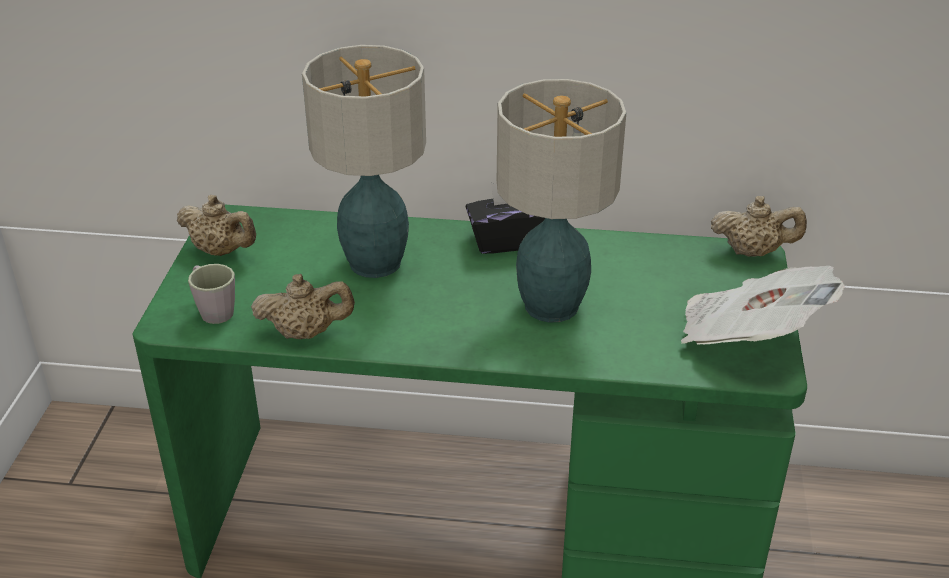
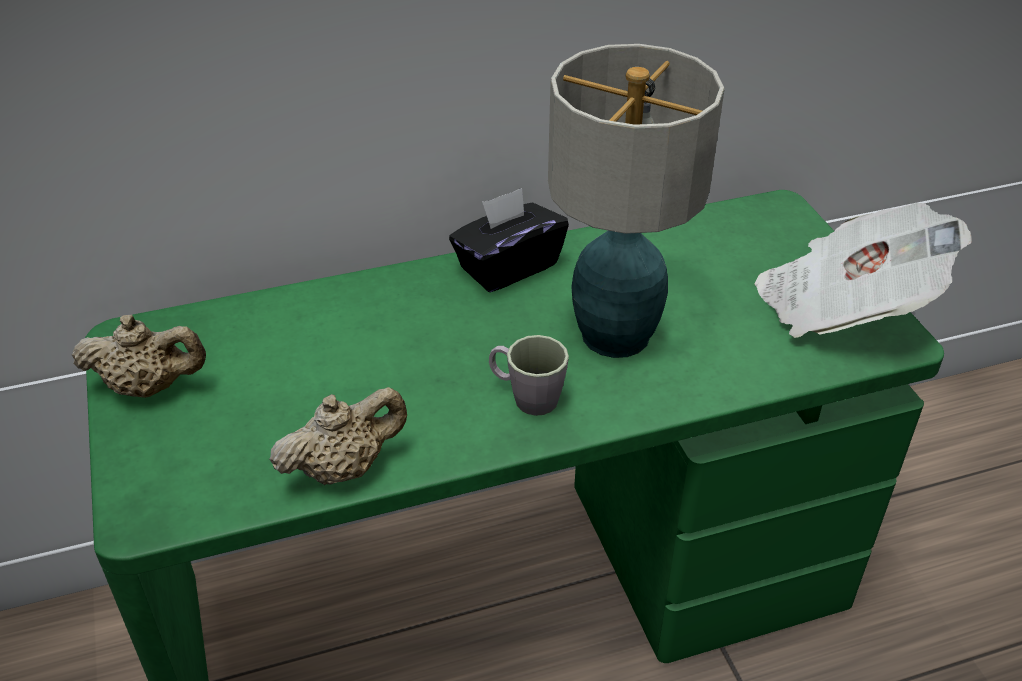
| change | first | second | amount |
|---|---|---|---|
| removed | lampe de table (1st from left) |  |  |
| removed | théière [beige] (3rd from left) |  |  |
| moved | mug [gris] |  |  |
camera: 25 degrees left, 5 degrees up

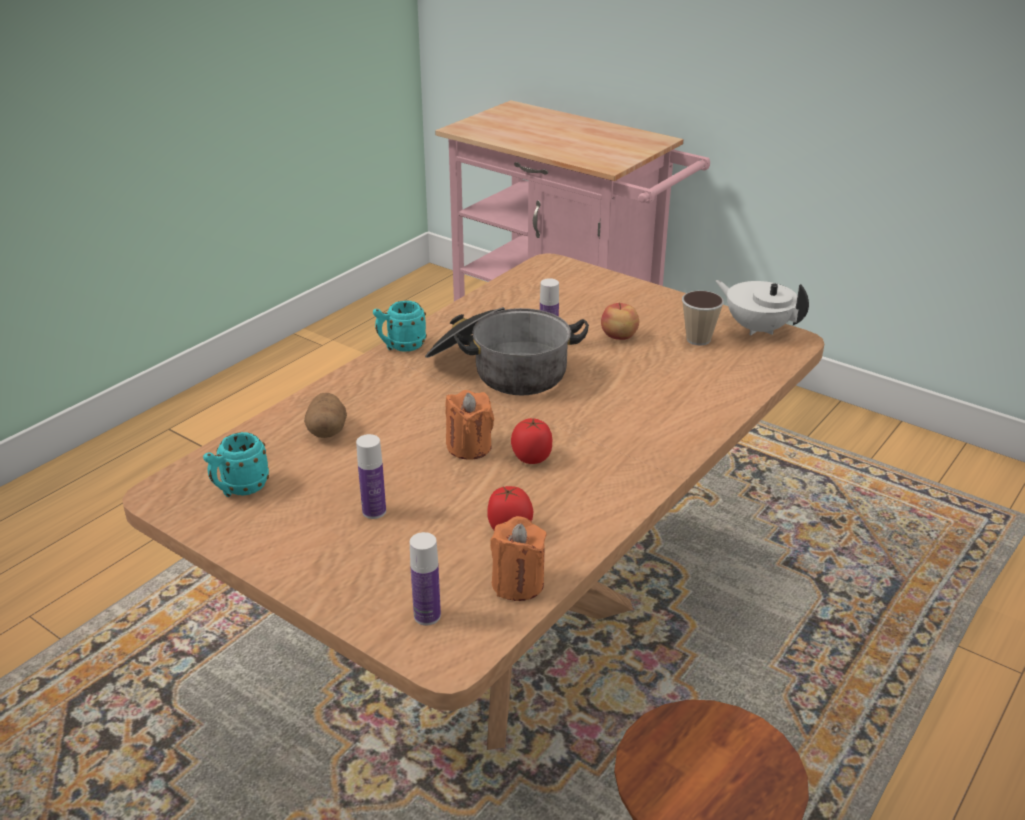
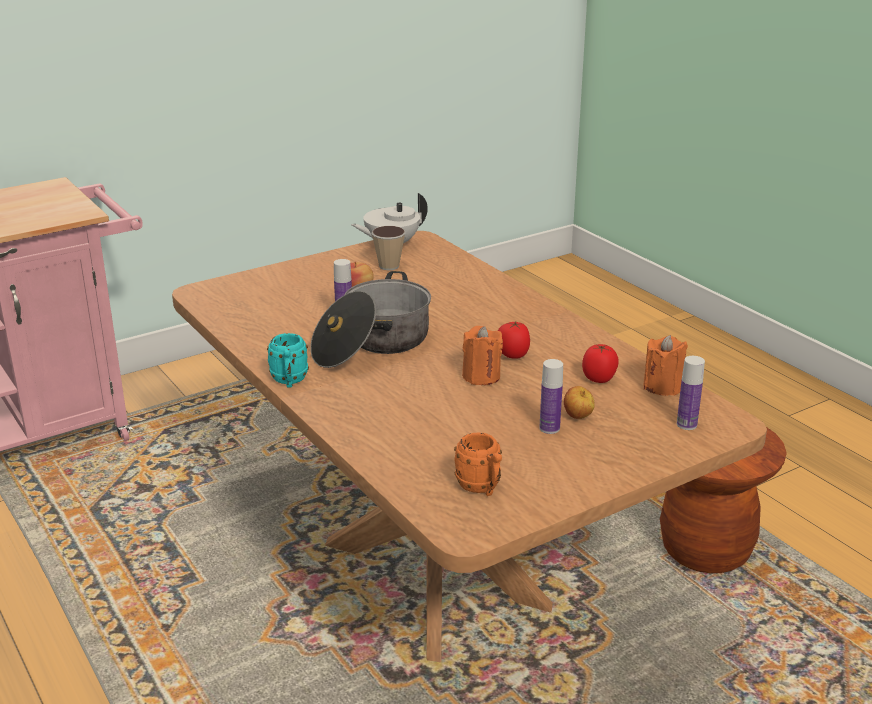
| change | first | second | amount |
|---|---|---|---|
| removed | pomme de terre |  |  |
| recoloured | mug [turquoise] (1st from left) | mug [orange] |  |
| added |  | pomme (2nd from left) |  |
camera: 70 degrees left, 5 degrees down

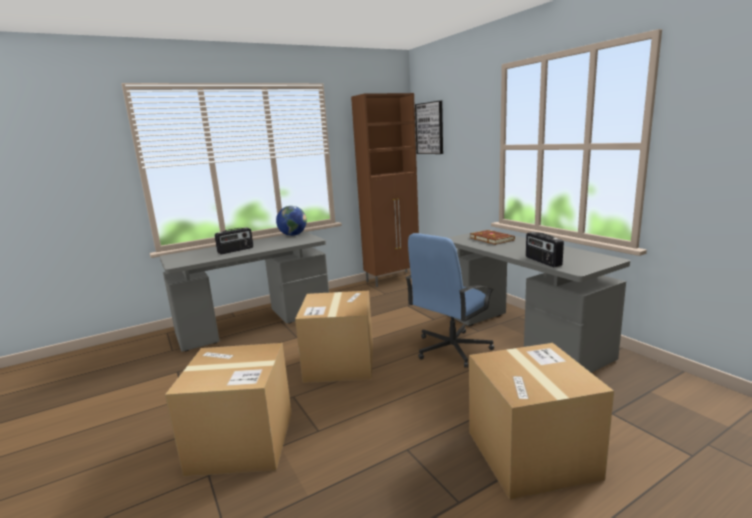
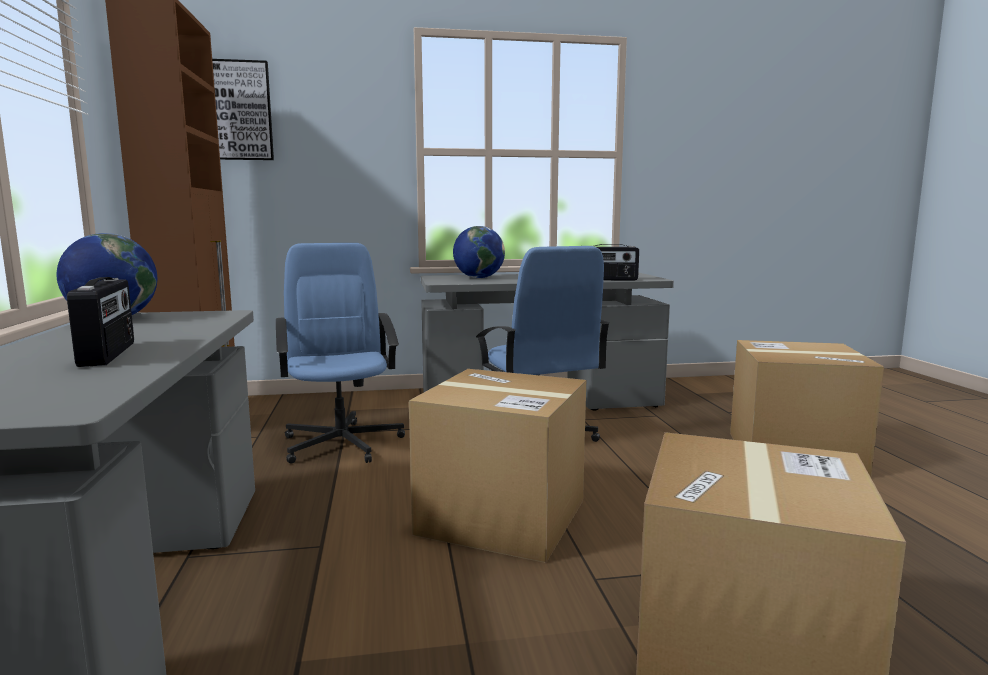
| change | first | second | amount |
|---|---|---|---|
| replaced | livre [marron] | globe (2nd from left) |  |
| added |  | chaise de bureau [bleu] (1st from left) |  |
camera: 70 degrees left, 5 degrees down

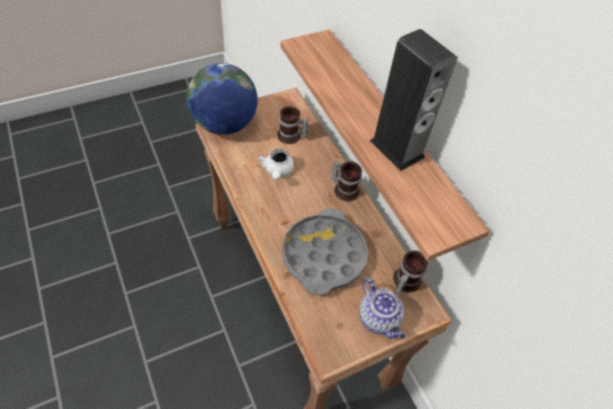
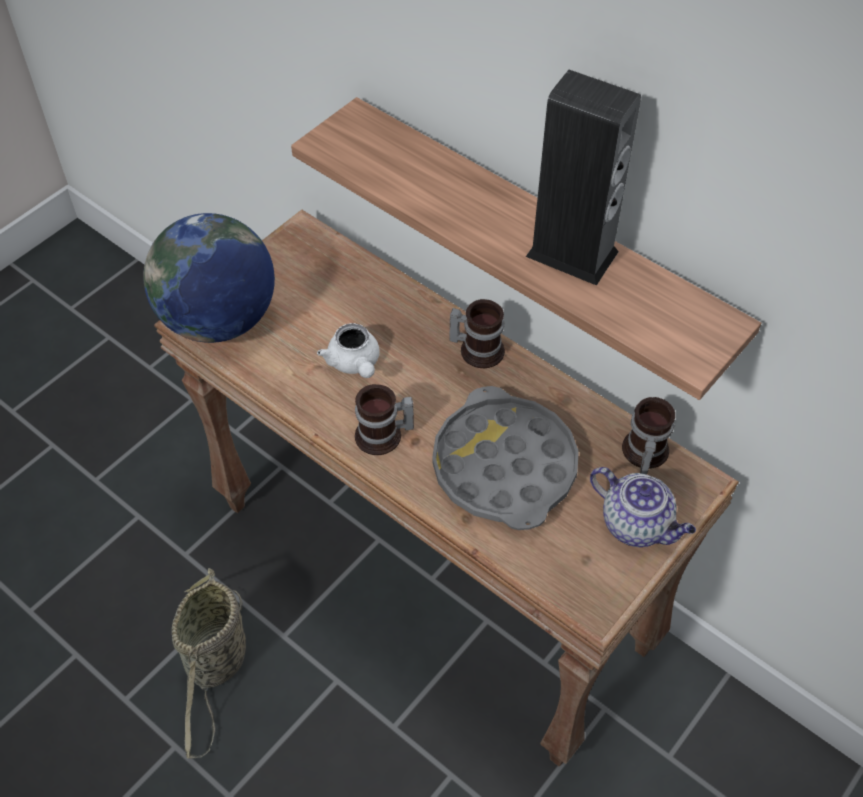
| change | first | second | amount |
|---|---|---|---|
| moved | mug (1st from left) |  |  |
| added |  | panier |  |
camera: 20 degrees left, 0 degrees up

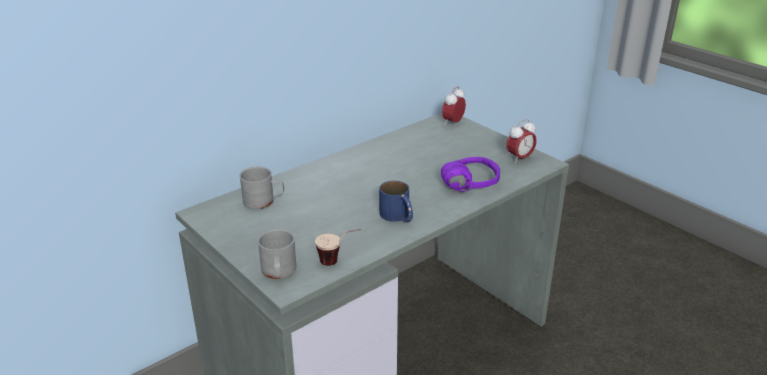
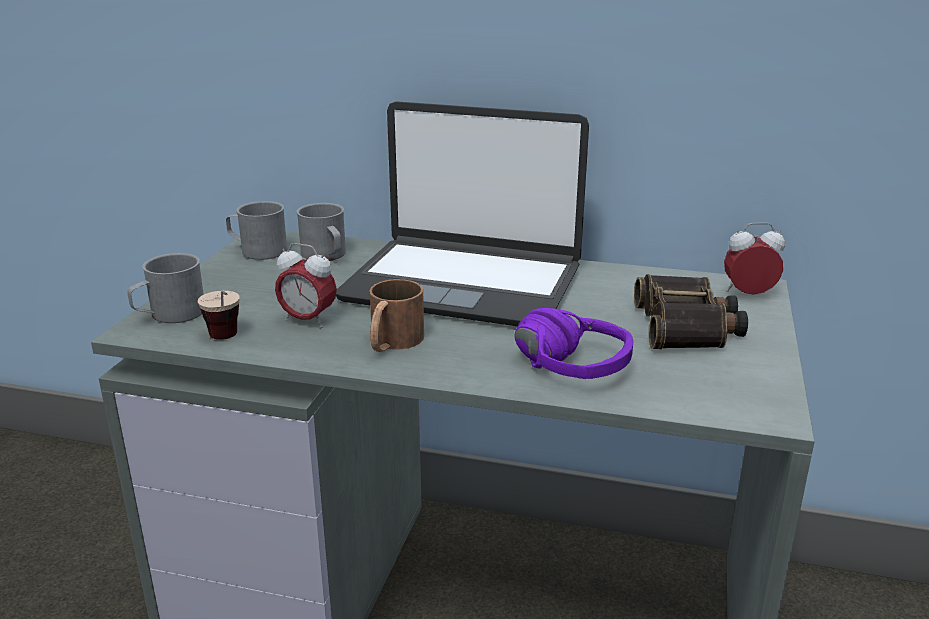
| change | first | second | amount |
|---|---|---|---|
| moved | réveil (2nd from left in the first image) | réveil (1st from left) |  |
| recoloured | mug [bleu] | mug [marron] |  |
| added |  | ordinateur portable |  |
| added |  | mug [gris] (2nd from left) |  |
| added |  | jumelles |  |
camera: 55 degrees right, 5 degrees down

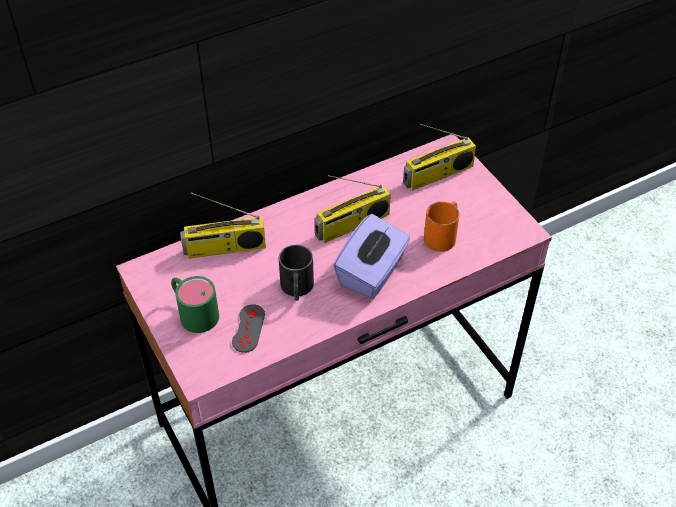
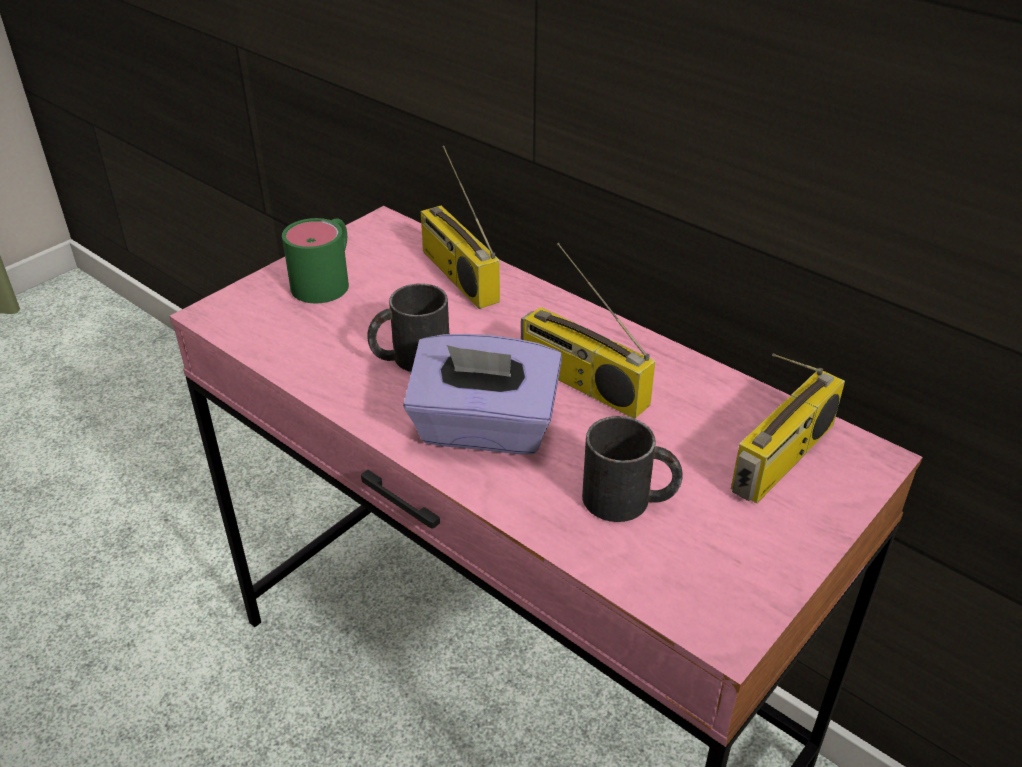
| change | first | second | amount |
|---|---|---|---|
| turned | radio (3rd from left) |  | 90 degrees counterclockwise |
| recoloured | mug [orange] | mug [noir] (2nd from left) |  |
| removed | manette [gris] |  |  |
camera: 70 degrees right, 10 degrees down

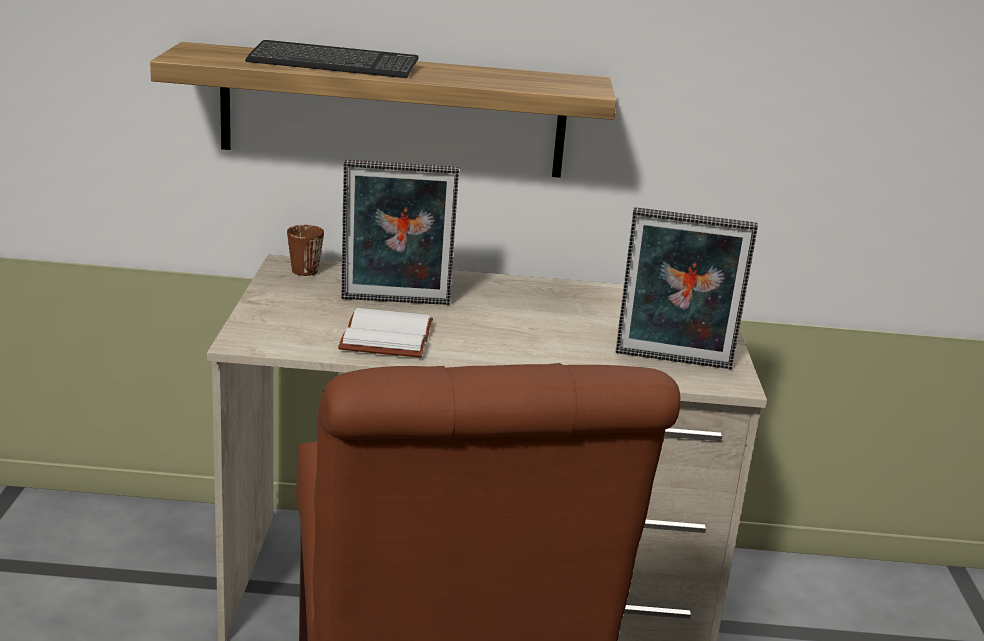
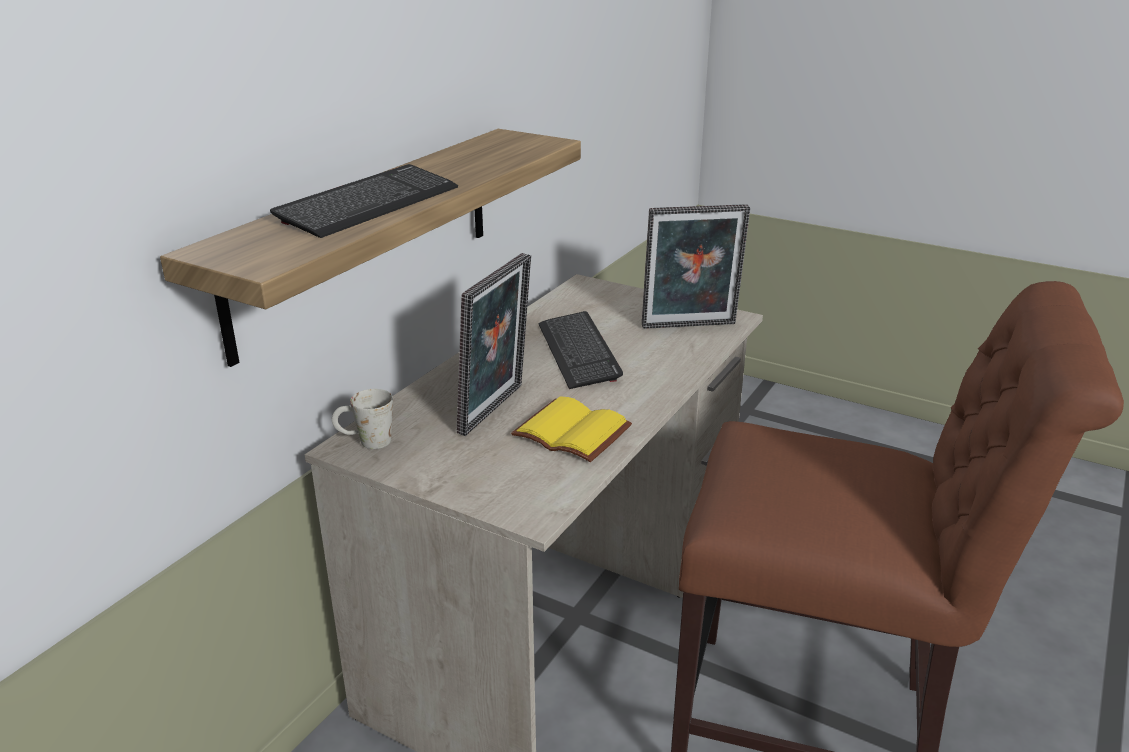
| change | first | second | amount |
|---|---|---|---|
| turned | cadre photo (2nd from left) |  | 45 degrees clockwise |
| recoloured | mug [marron] | mug [blanc] |  |
| recoloured | livre [blanc] | livre [jaune] |  |
| added |  | clavier (2nd from left) |  |
camera: 60 degrees left, 5 degrees up

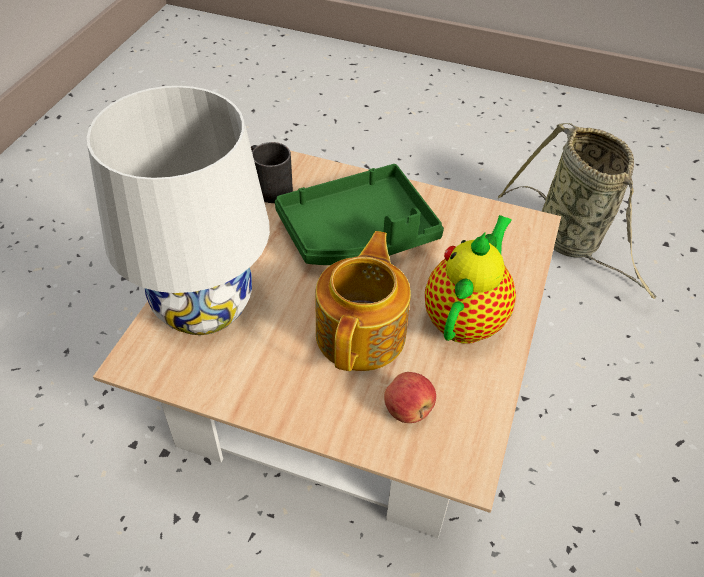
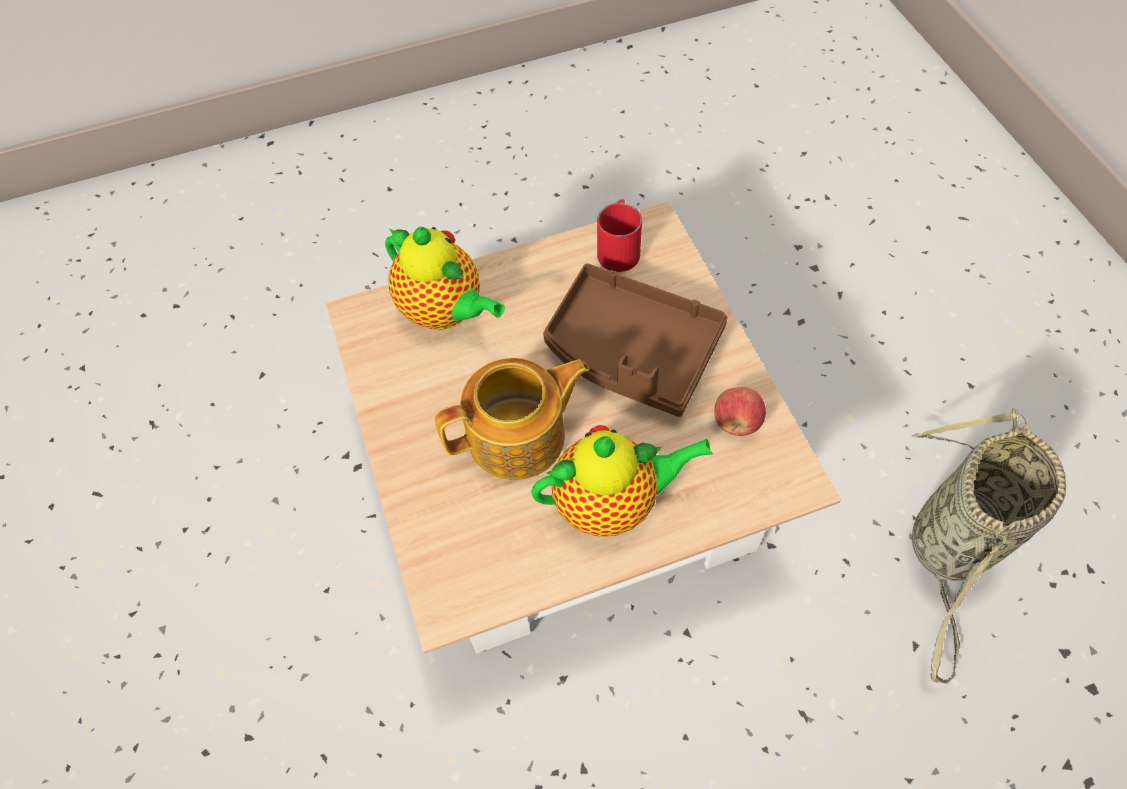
| change | first | second | amount |
|---|---|---|---|
| replaced | lampe de table [blanc] | théière (1st from left) |  |
| recoloured | mug [noir] | mug [rouge] |  |
| recoloured | plateau [vert] | plateau [marron] |  |
| moved | pomme |  |  |
camera: 55 degrees right, 10 degrees up

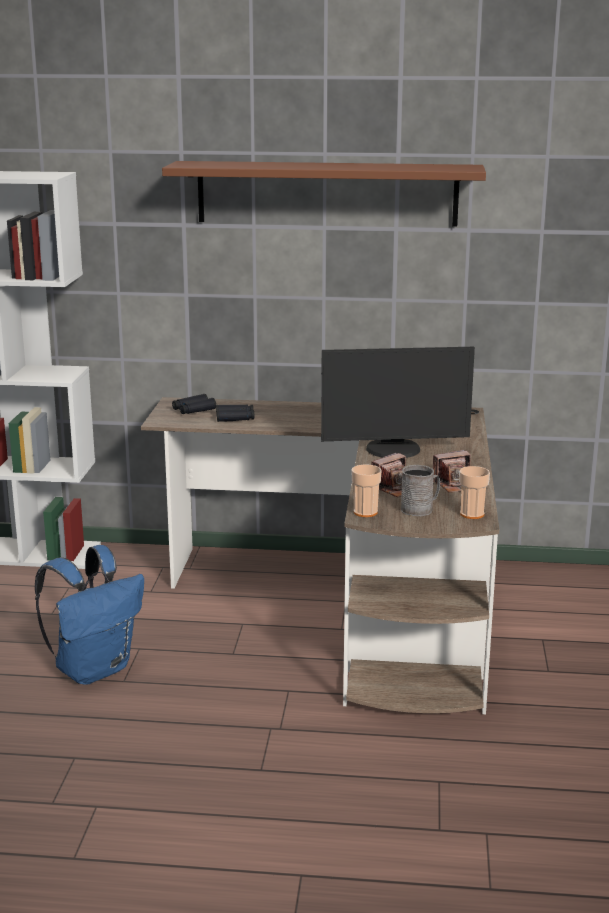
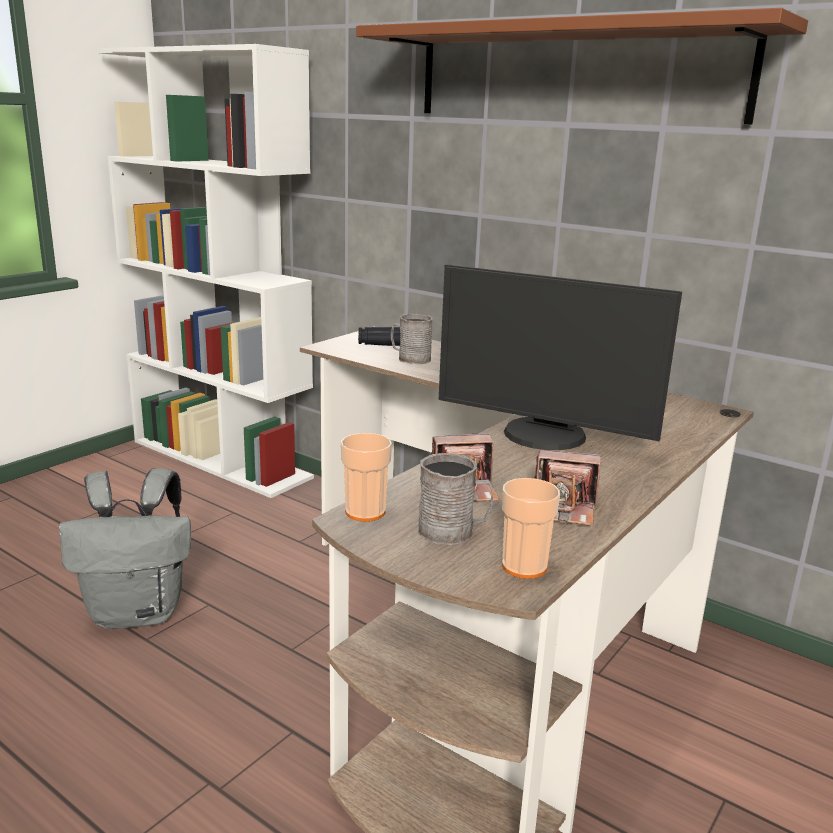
| change | first | second | amount |
|---|---|---|---|
| replaced | jumelles [noir] (2nd from left) | mug [gris] (1st from left) |  |
| recoloured | sac à dos [bleu] | sac à dos [gris] |  |
camera: 30 degrees right, 0 degrees up

